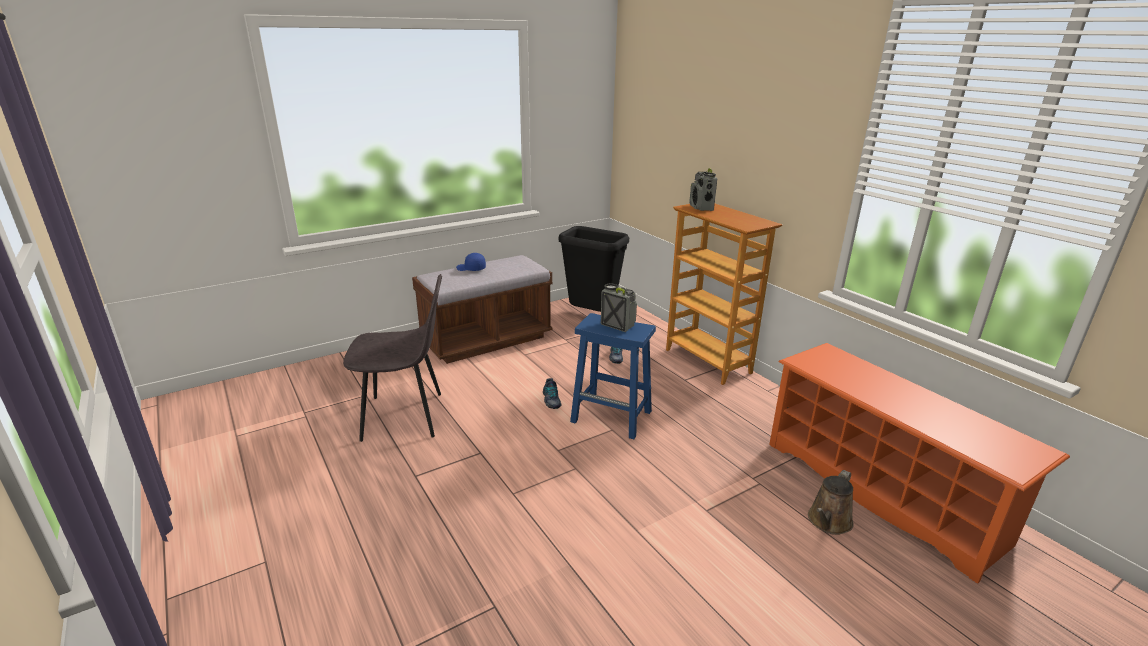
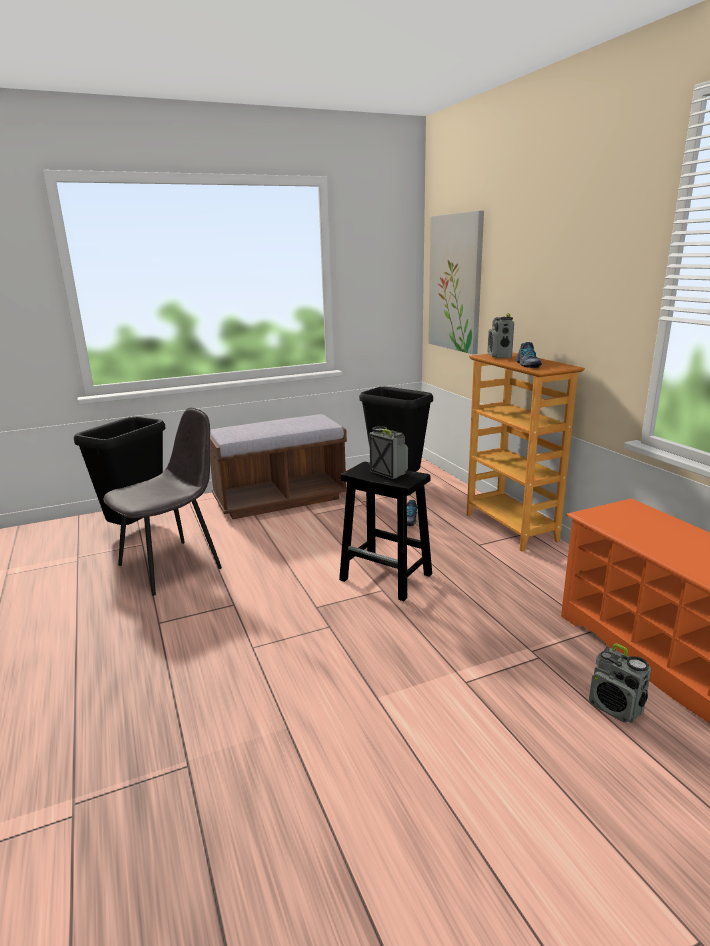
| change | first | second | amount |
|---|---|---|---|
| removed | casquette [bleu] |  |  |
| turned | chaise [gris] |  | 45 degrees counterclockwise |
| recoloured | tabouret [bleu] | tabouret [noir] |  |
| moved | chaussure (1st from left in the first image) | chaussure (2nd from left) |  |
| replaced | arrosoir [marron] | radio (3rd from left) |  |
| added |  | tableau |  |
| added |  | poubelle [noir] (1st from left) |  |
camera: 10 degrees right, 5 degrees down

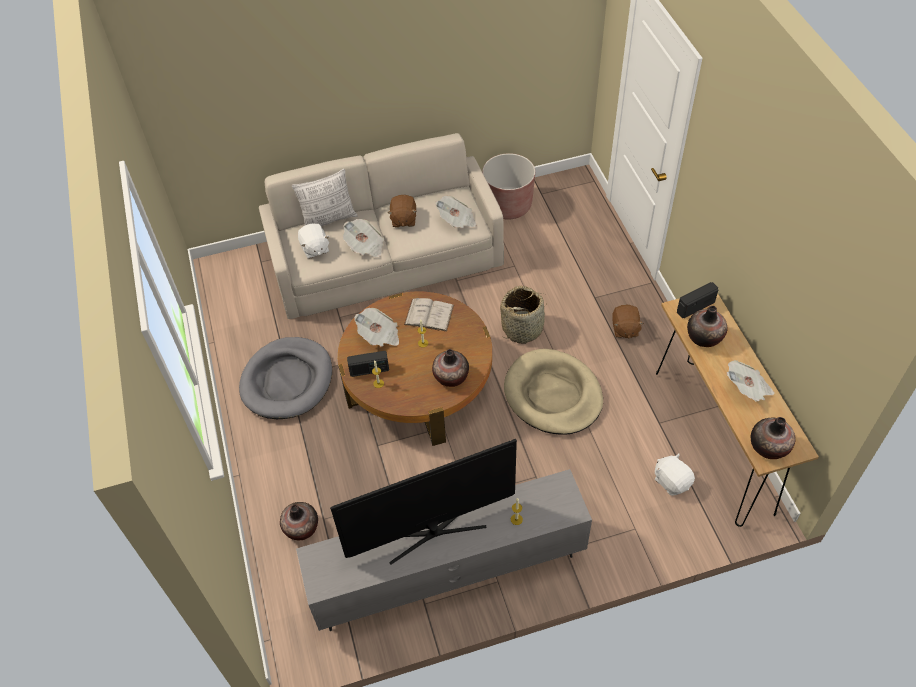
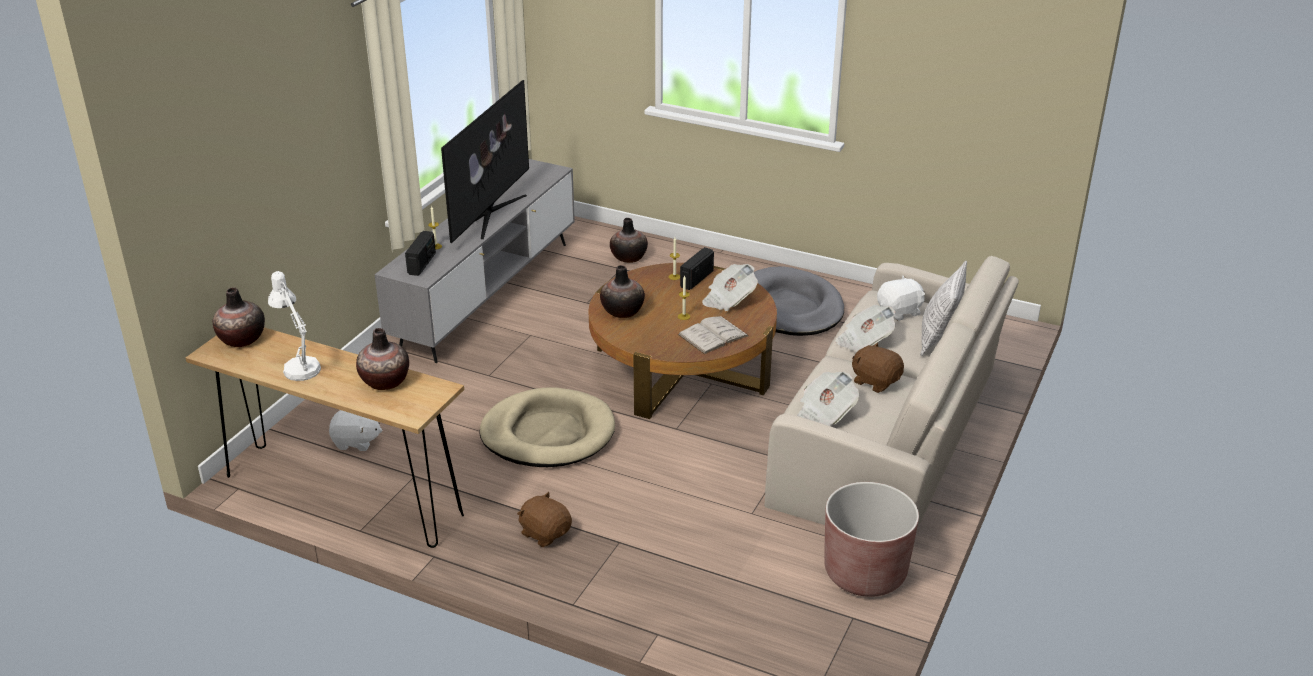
| change | first | second | amount |
|---|---|---|---|
| turned | peluche [blanc] (1st from left in the first image) | peluche [blanc] (2nd from left) | 135 degrees clockwise |
| moved | radio (2nd from left in the first image) | radio (1st from left) |  |
| removed | panier |  |  |
| replaced | journal (4th from left) | lampe de table [blanc] |  |
camera: 130 degrees right, 20 degrees down

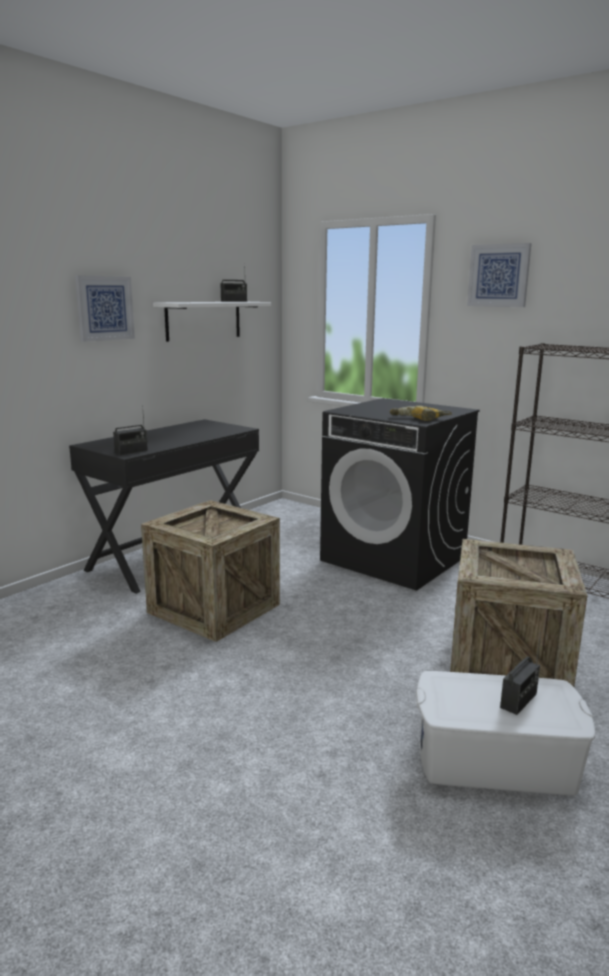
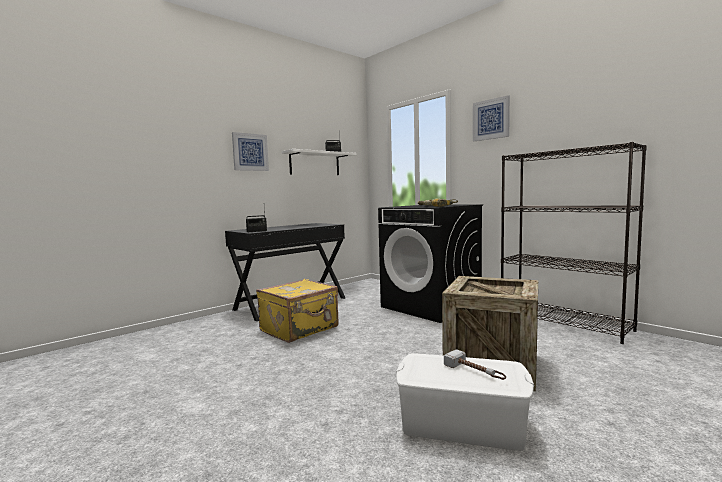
| change | first | second | amount |
|---|---|---|---|
| replaced | caisse (1st from left) | valise [jaune] |  |
| replaced | radio (3rd from left) | marteau |  |
camera: 10 degrees right, 10 degrees down

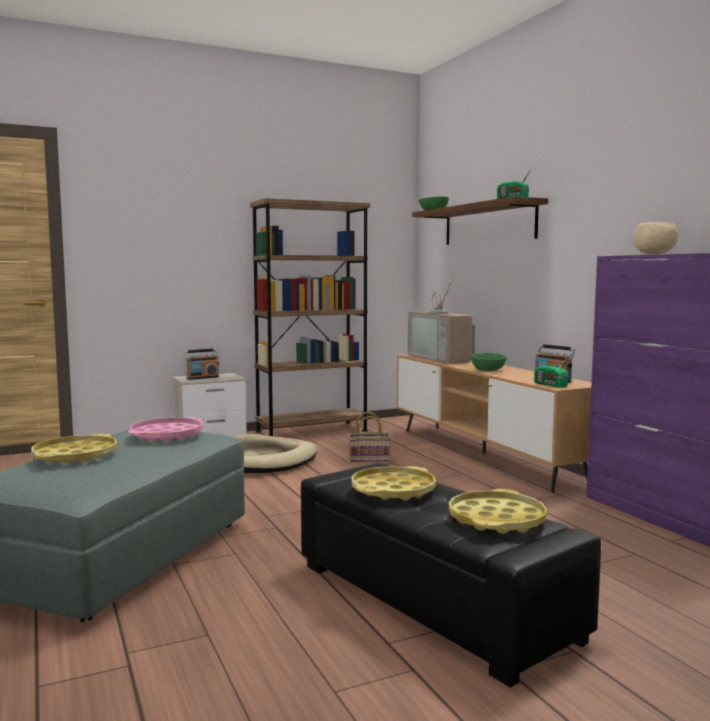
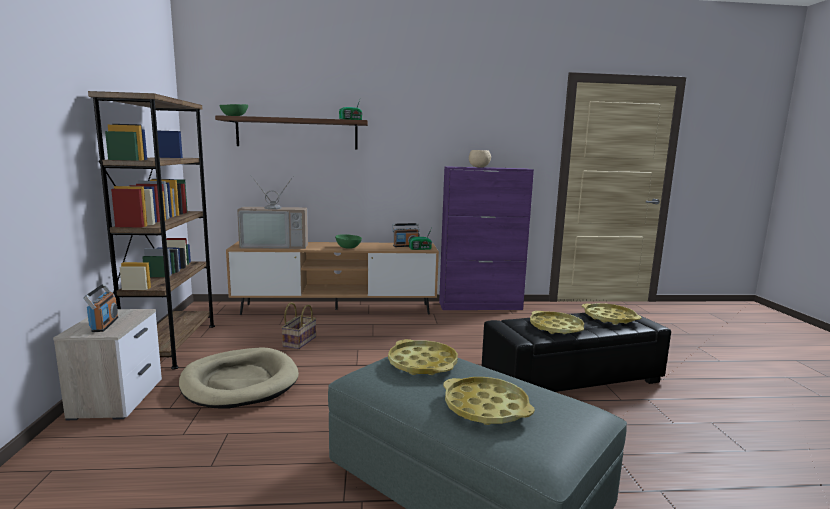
| change | first | second | amount |
|---|---|---|---|
| recoloured | plateau [rose] | plateau [jaune] (1st from left) |  |
camera: 70 degrees left, 5 degrees up

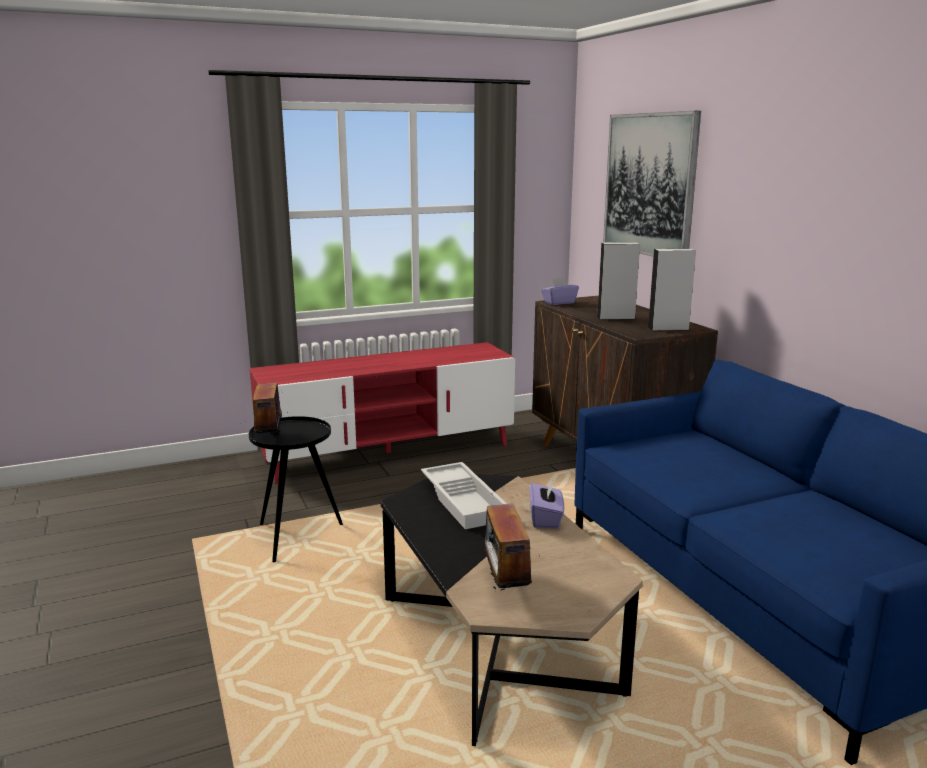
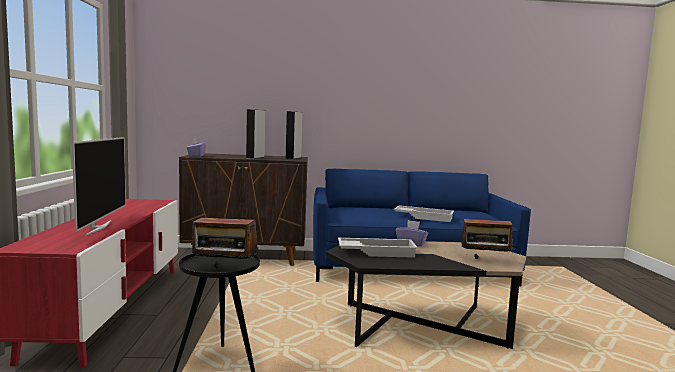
| change | first | second | amount |
|---|---|---|---|
| removed | tableau |  |  |
| added |  | téléviseur |  |
| added |  | plateau [blanc] (2nd from left) |  |
camera: 70 degrees left, 10 degrees down

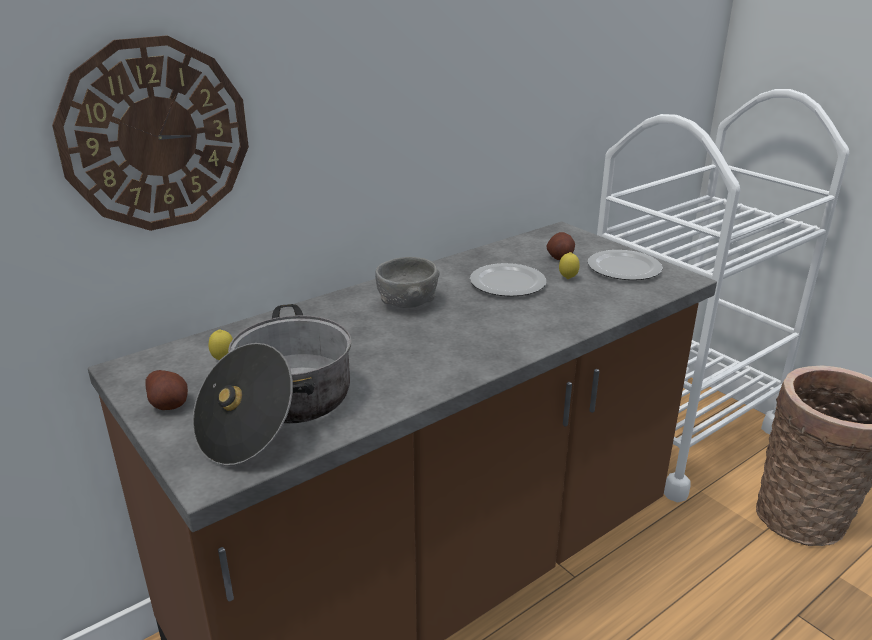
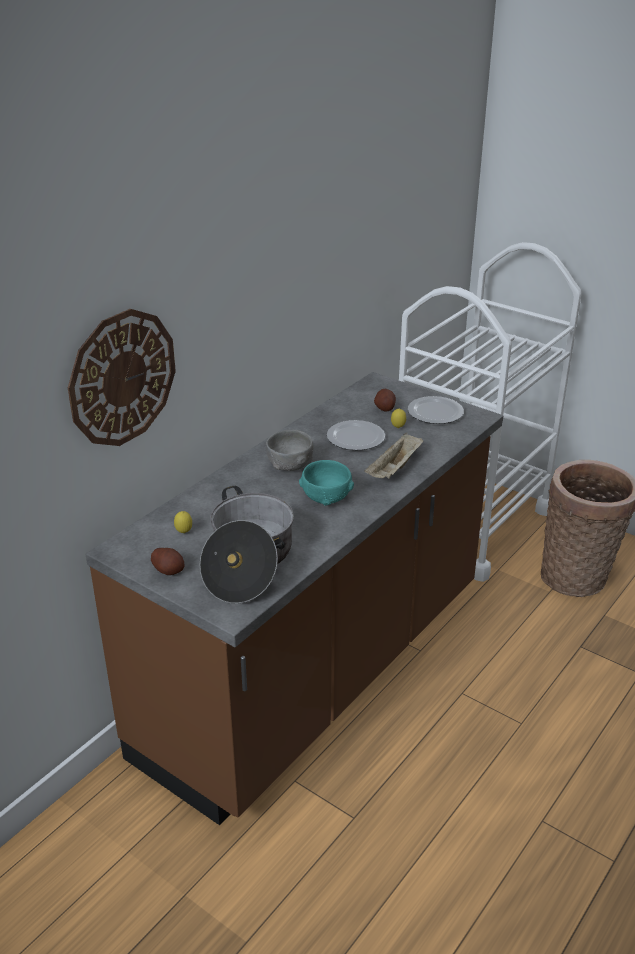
| change | first | second | amount |
|---|---|---|---|
| added |  | plateau [beige] |  |
| added |  | bol [turquoise] |  |
camera: 15 degrees left, 5 degrees up

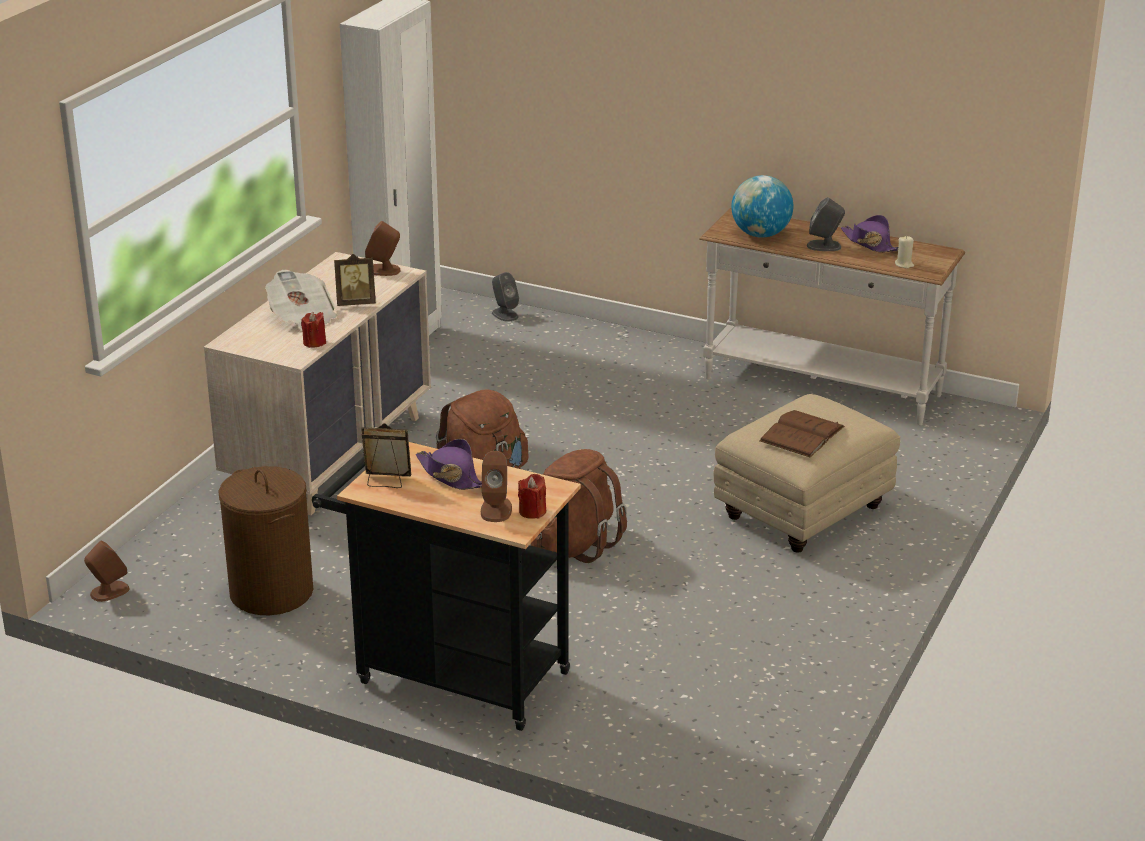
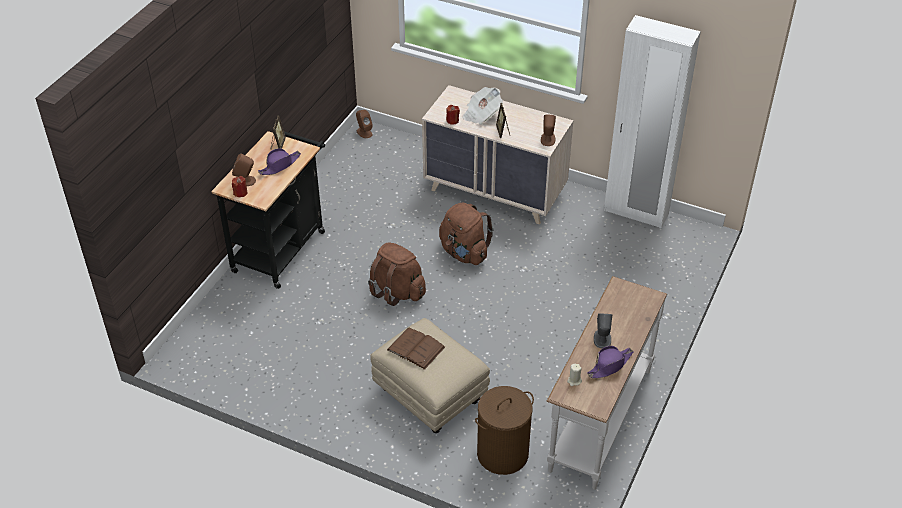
| change | first | second | amount |
|---|---|---|---|
| removed | globe |  |  |
| removed | enceinte [gris] (1st from left) |  |  |
| moved | panier à linge [marron] |  |  |
camera: 90 degrees right, 15 degrees up

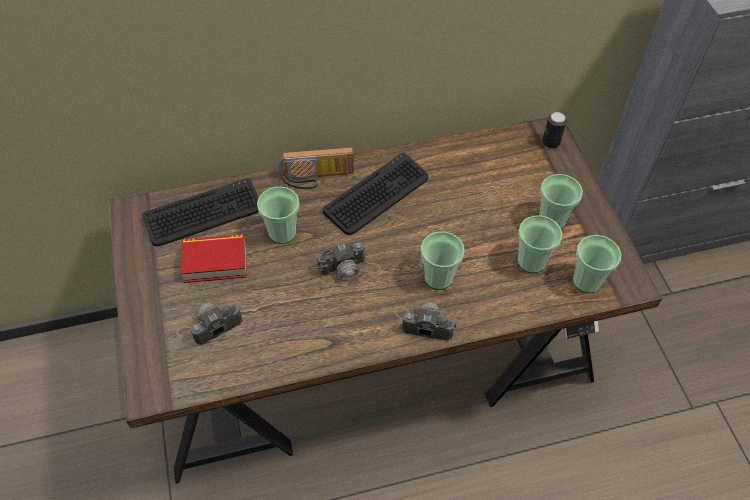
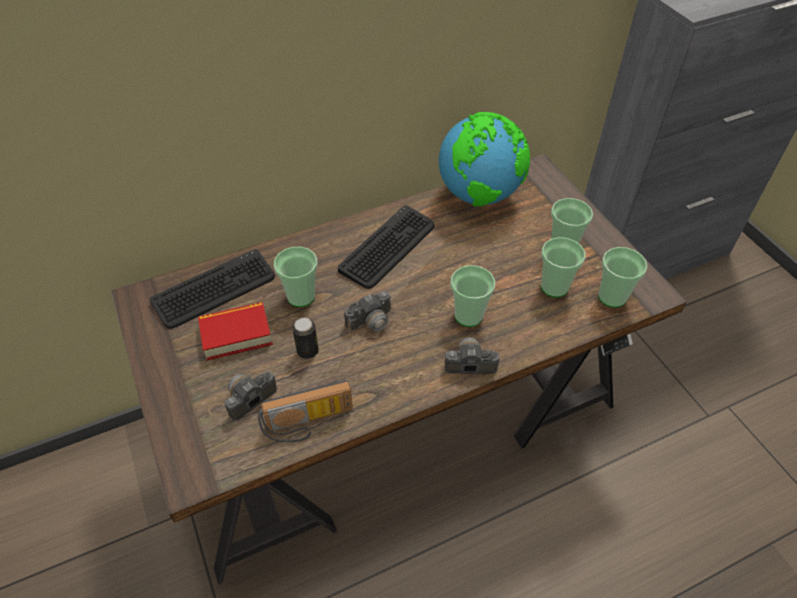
| change | first | second | amount |
|---|---|---|---|
| moved | boîte métallique |  |  |
| moved | radio |  |  |
| added |  | globe |  |
camera: 10 degrees left, 5 degrees down

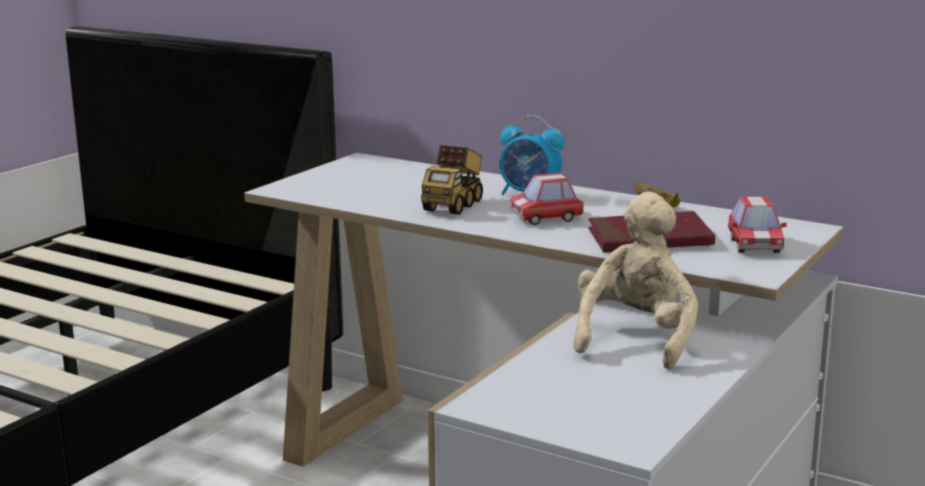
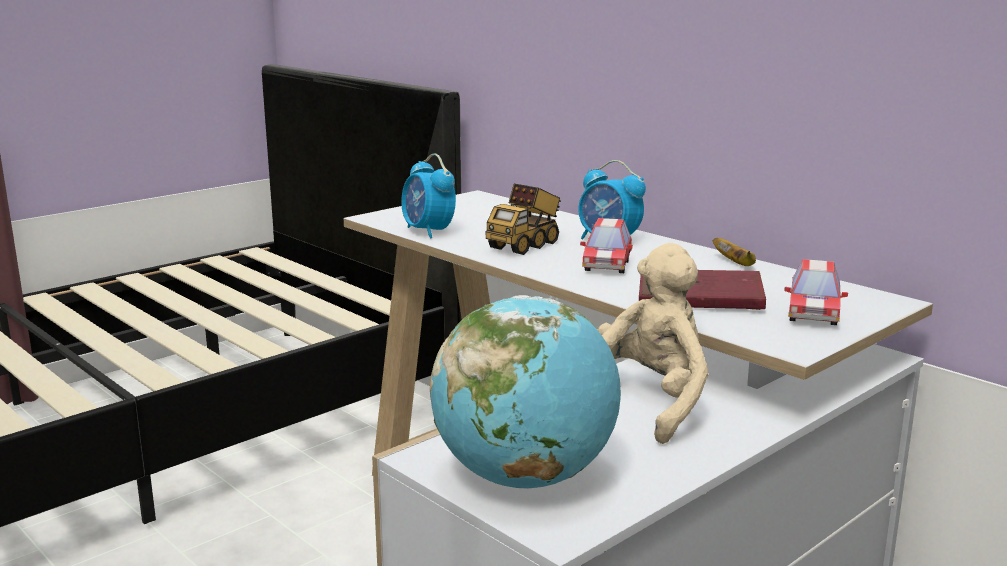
| change | first | second | amount |
|---|---|---|---|
| turned | petite voiture (1st from left) |  | 75 degrees counterclockwise |
| added |  | réveil (1st from left) |  |
| added |  | globe |  |
camera: 15 degrees right, 0 degrees up

